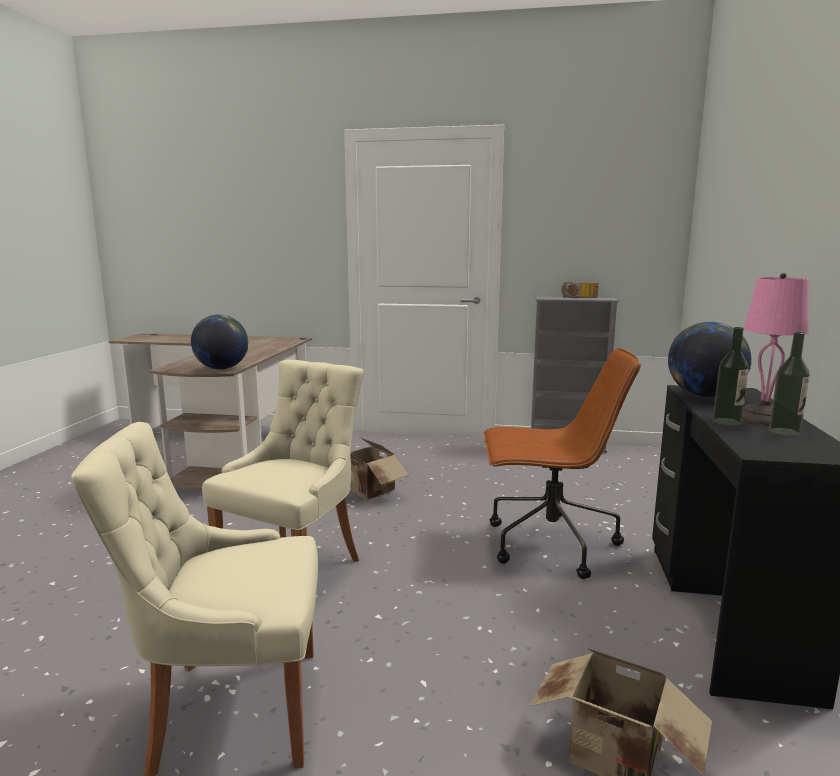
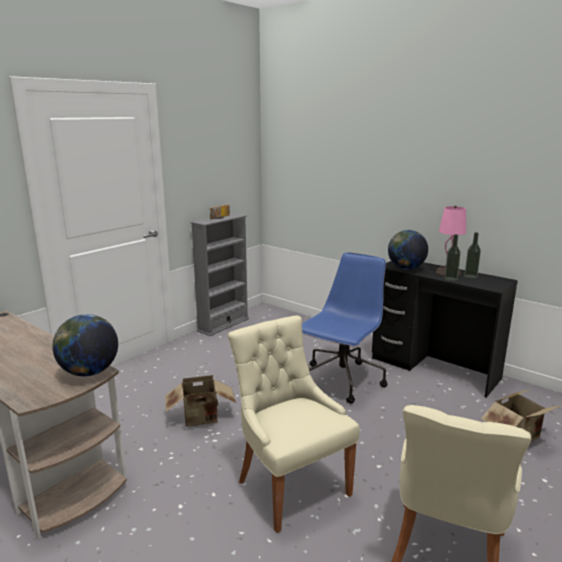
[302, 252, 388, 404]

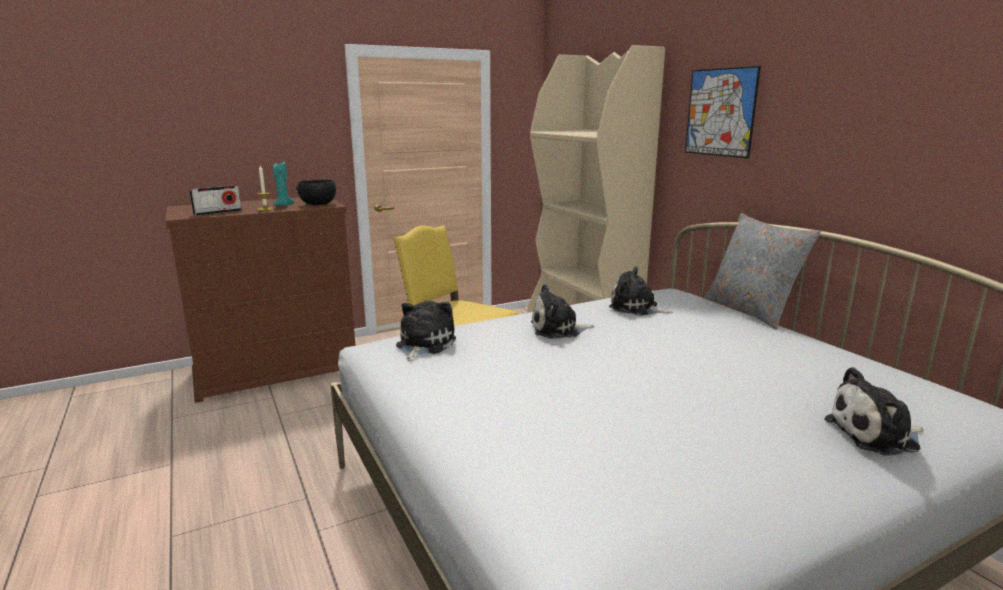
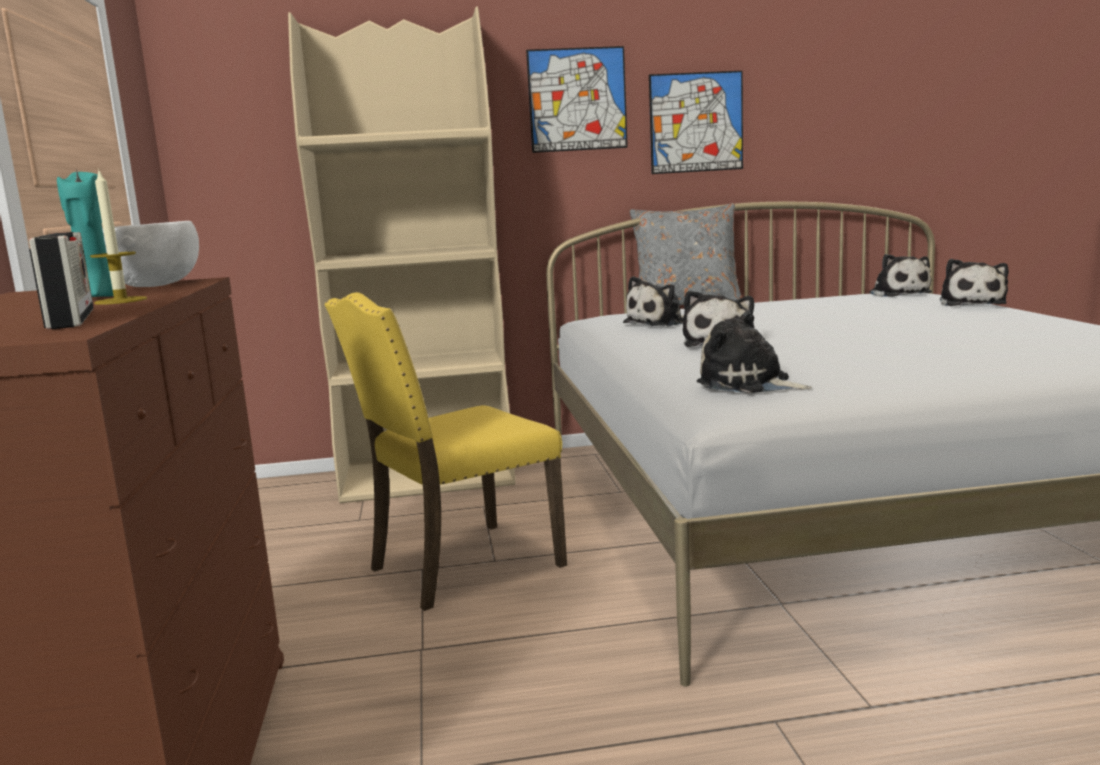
[102, 221, 199, 287]
[649, 71, 743, 174]
[869, 254, 932, 297]

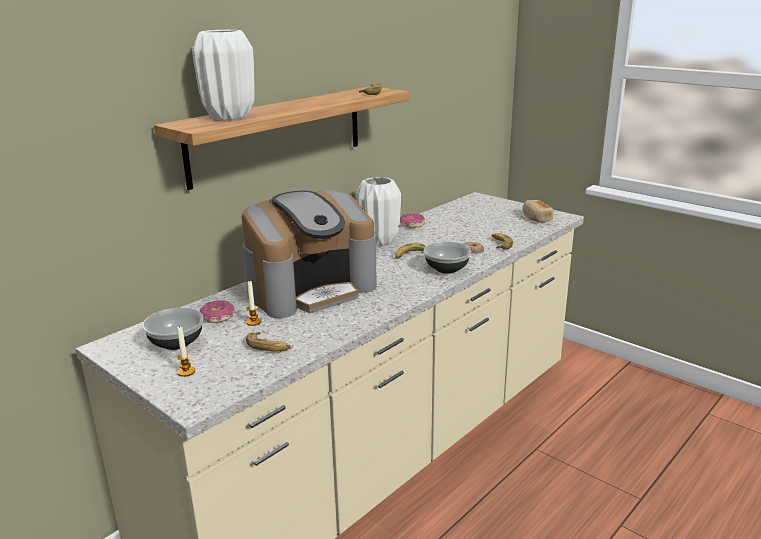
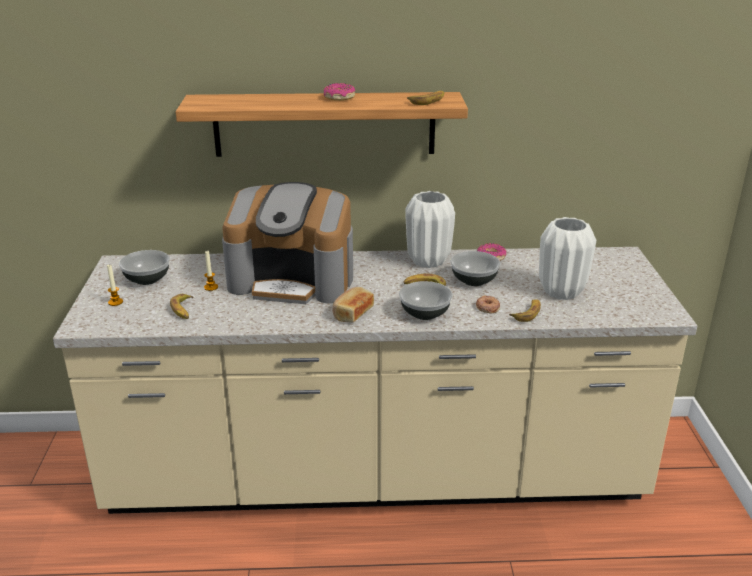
[324, 83, 355, 101]
[332, 287, 374, 323]
[450, 251, 500, 286]
[539, 217, 596, 300]

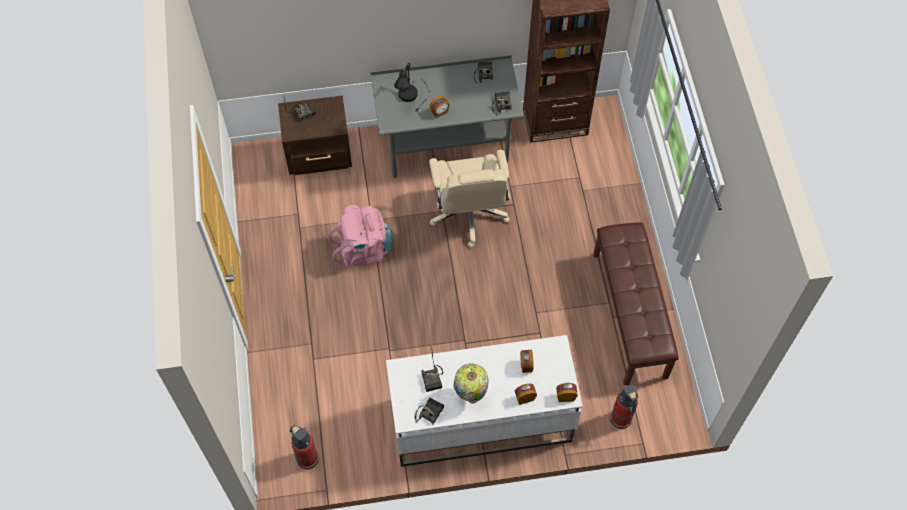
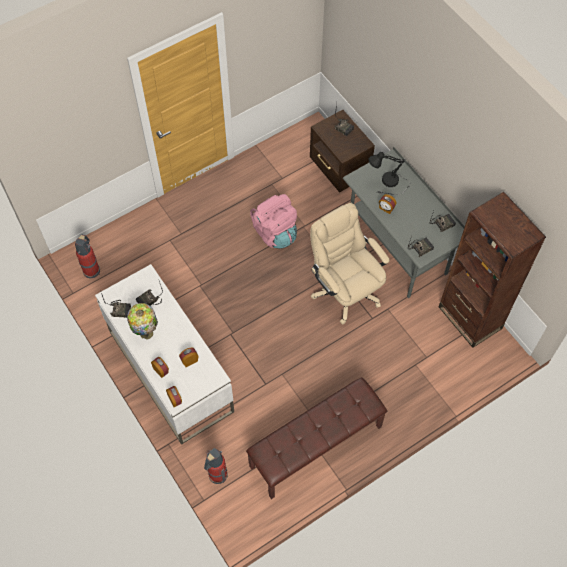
[310, 203, 390, 324]

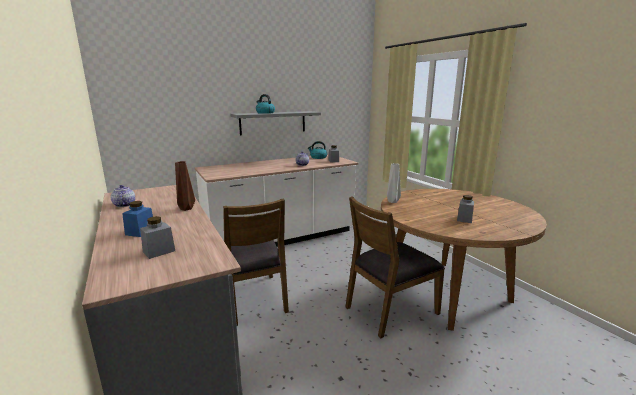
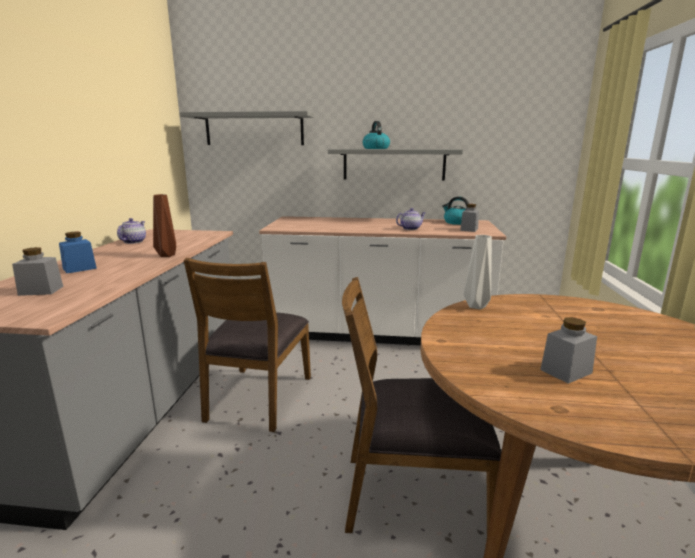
[179, 111, 314, 145]

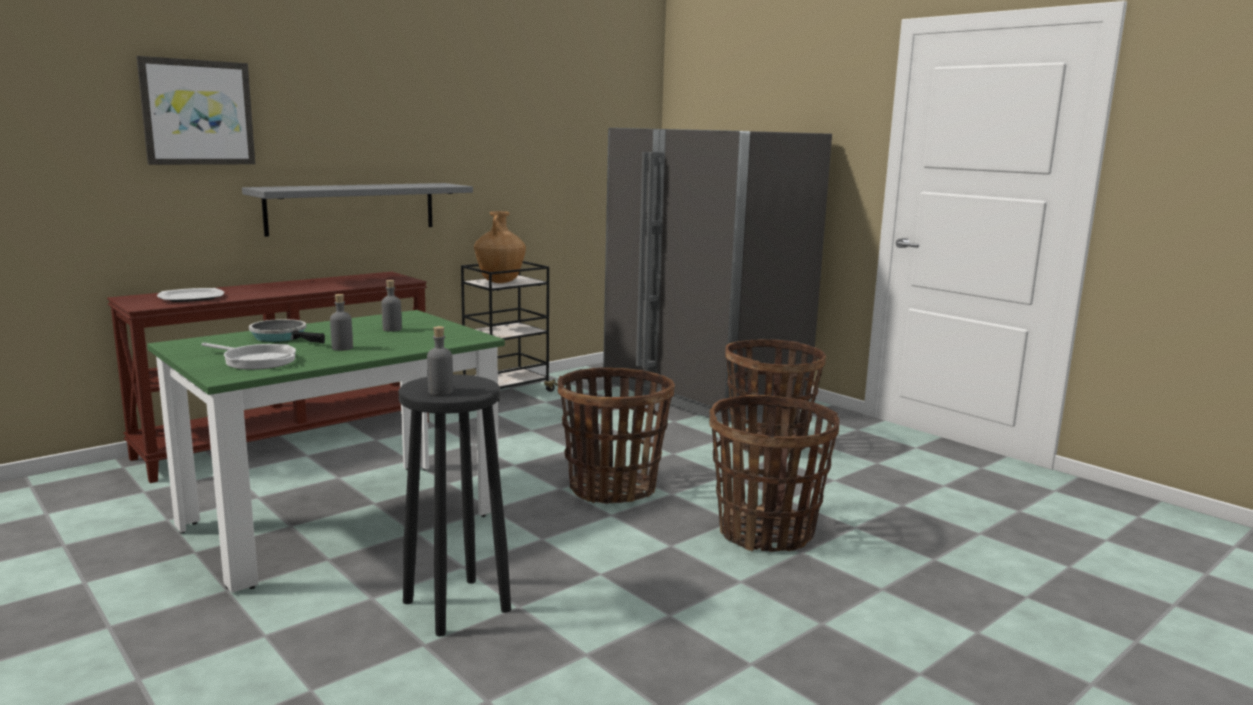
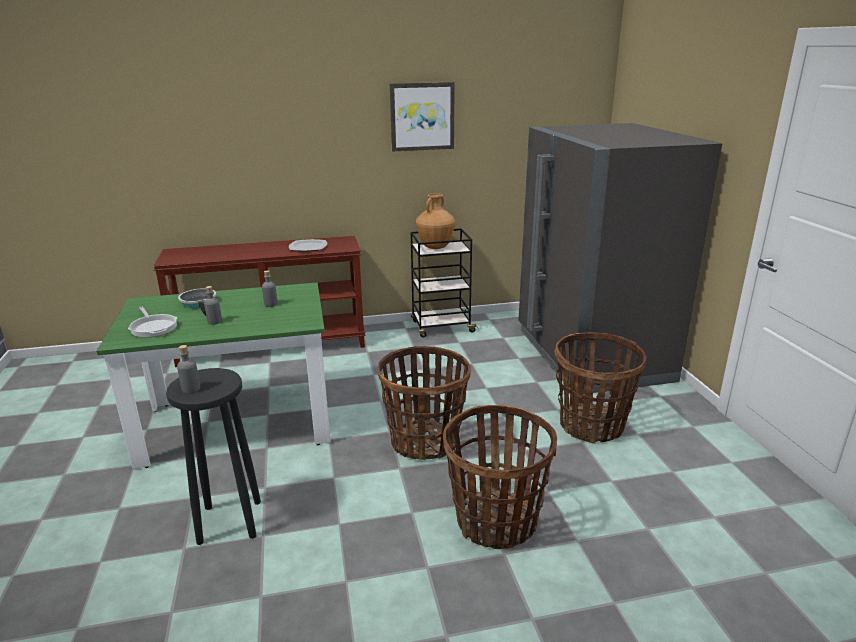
[289, 239, 327, 251]
[390, 82, 455, 152]
[242, 183, 473, 237] (first image)

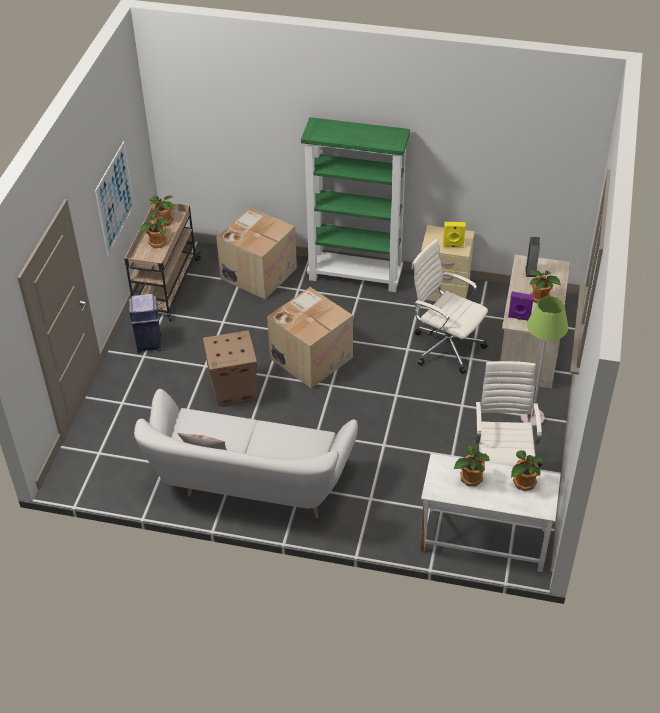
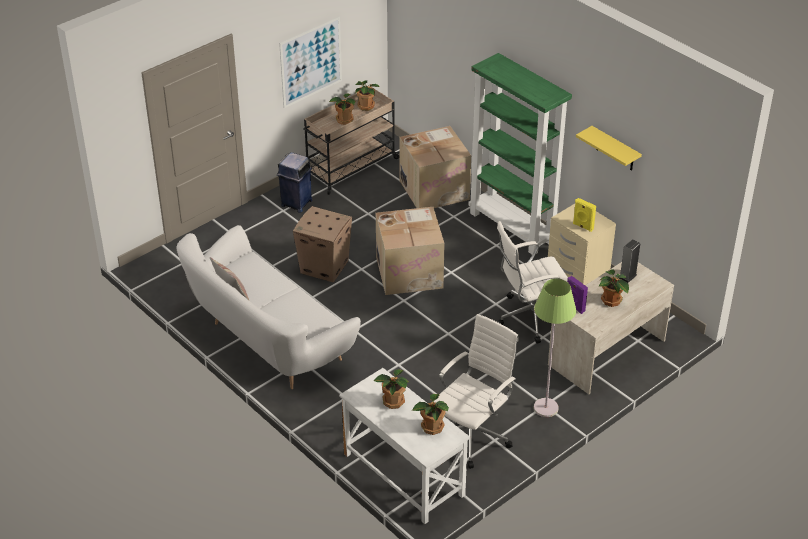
[497, 221, 568, 344]
[576, 126, 642, 171]

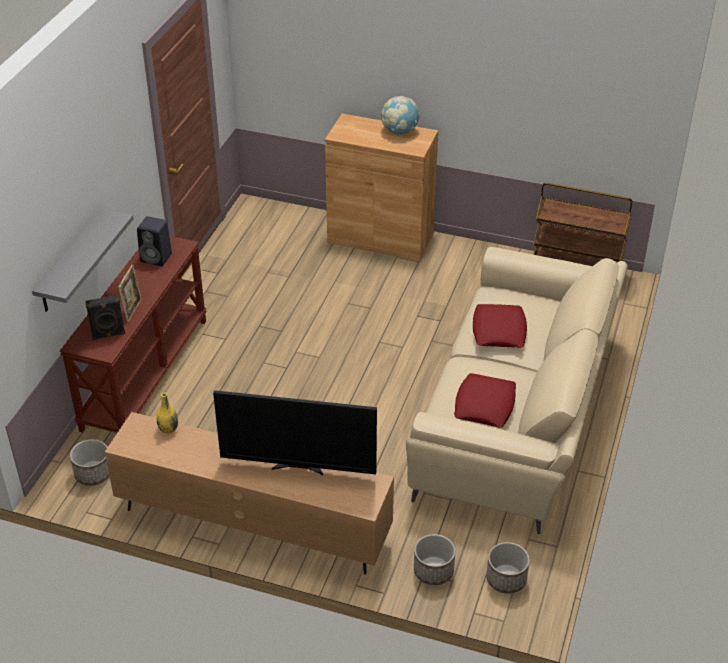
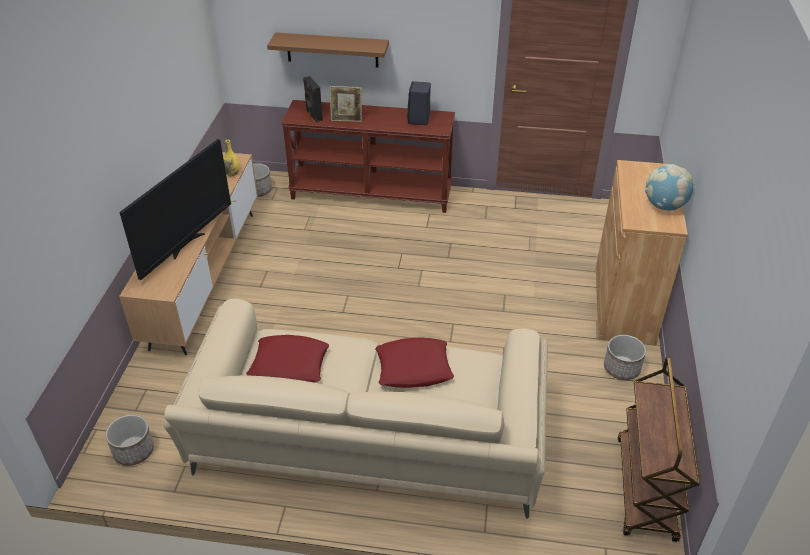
[119, 139, 231, 280]
[267, 33, 389, 68]
[604, 335, 646, 380]

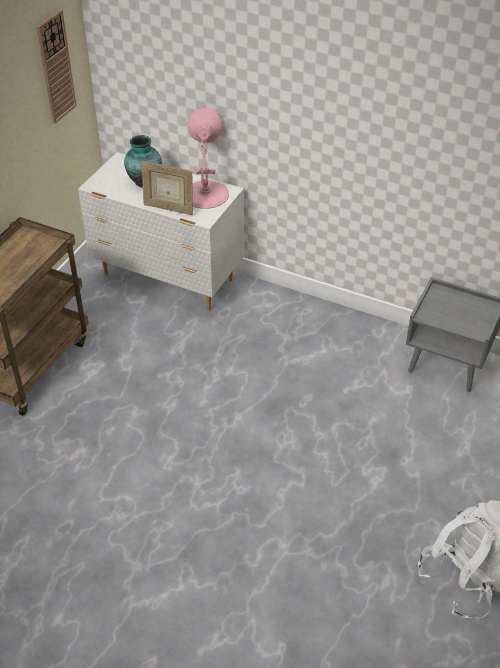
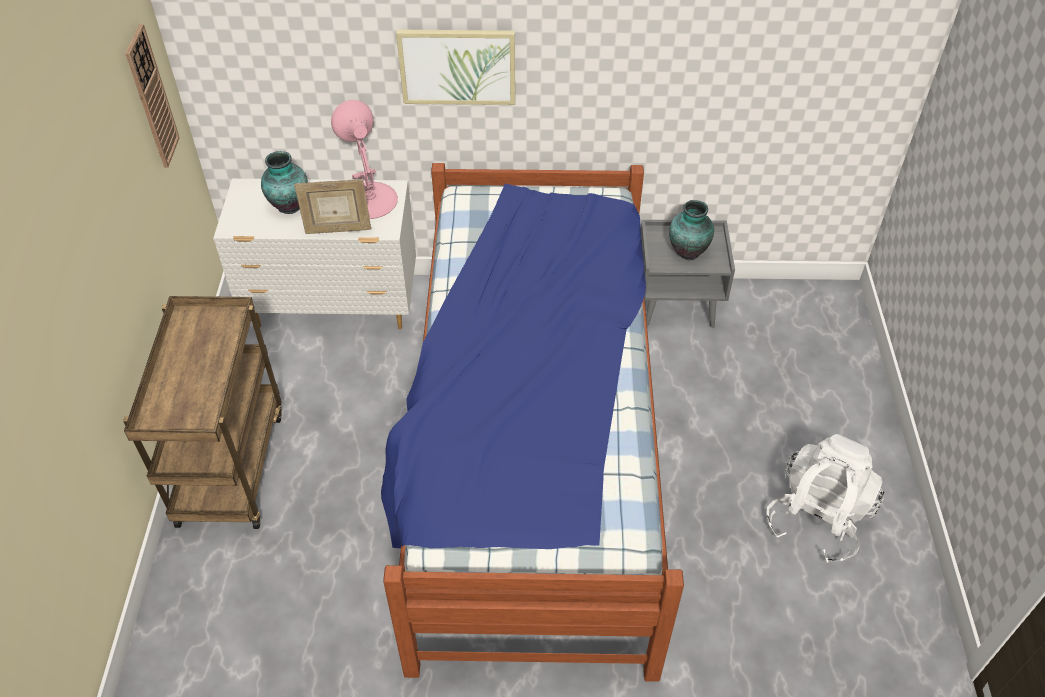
[381, 163, 684, 682]
[396, 29, 515, 105]
[669, 200, 714, 260]

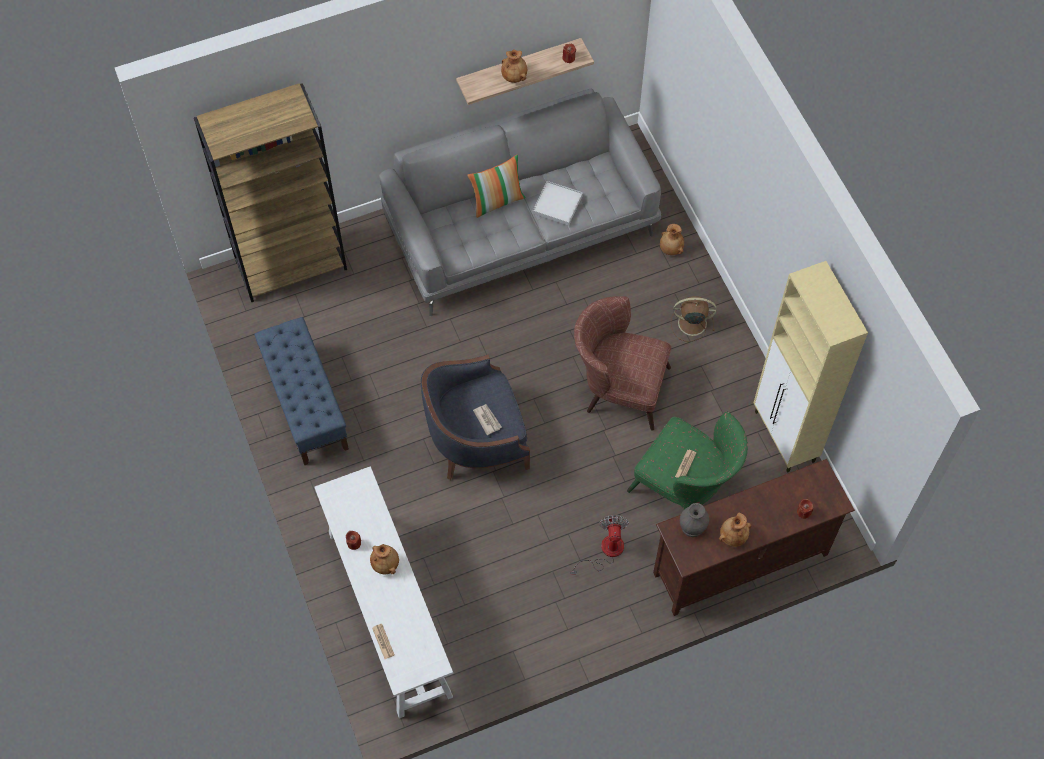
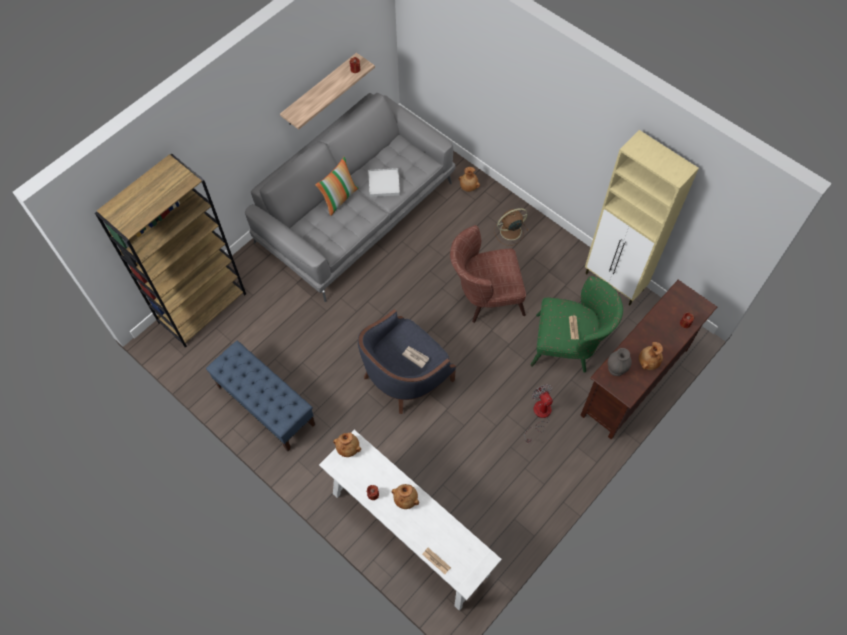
[333, 432, 361, 457]

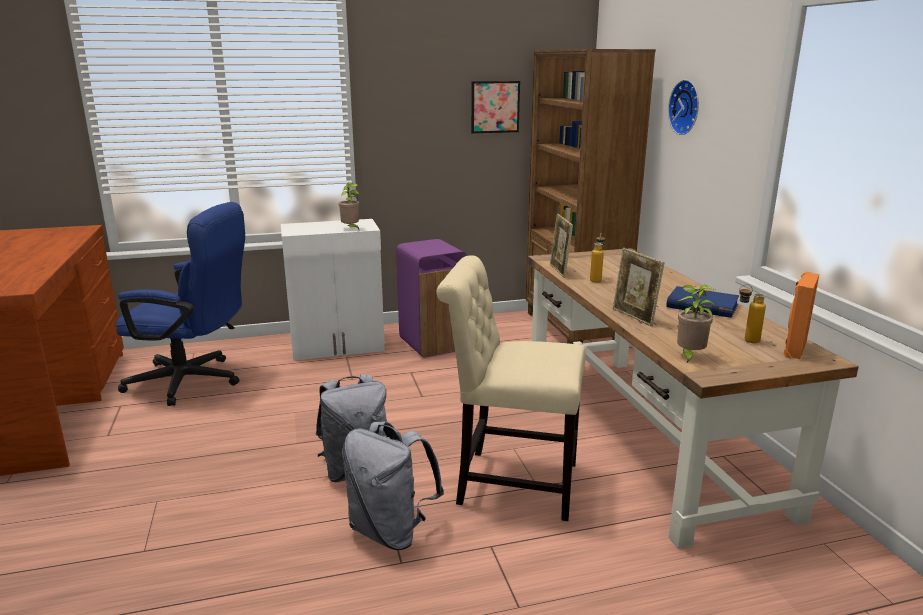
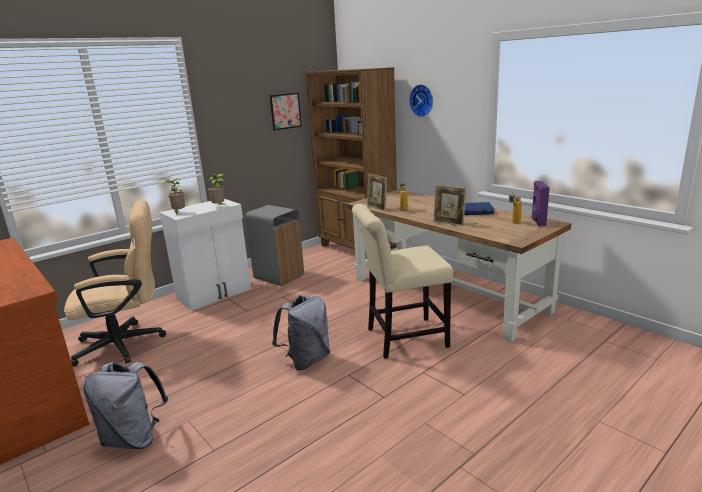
[64, 200, 166, 367]
[83, 362, 168, 449]
[165, 179, 185, 215]
[245, 205, 304, 286]
[531, 181, 550, 227]

